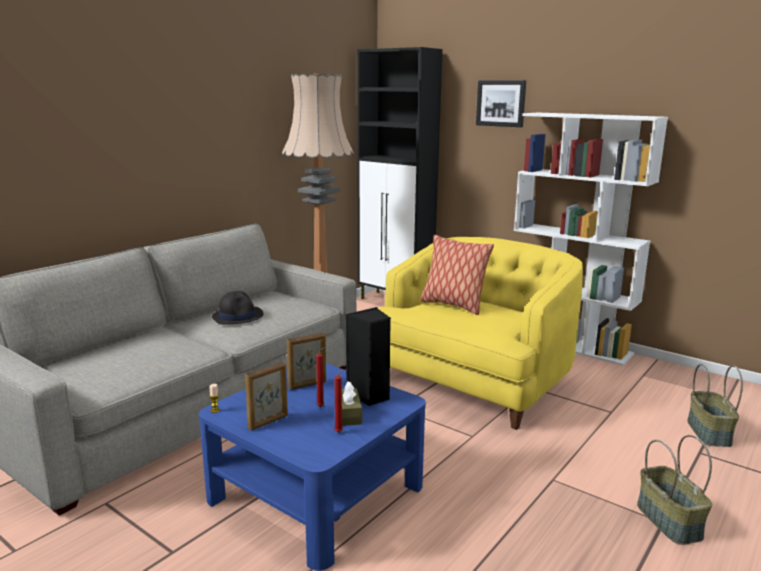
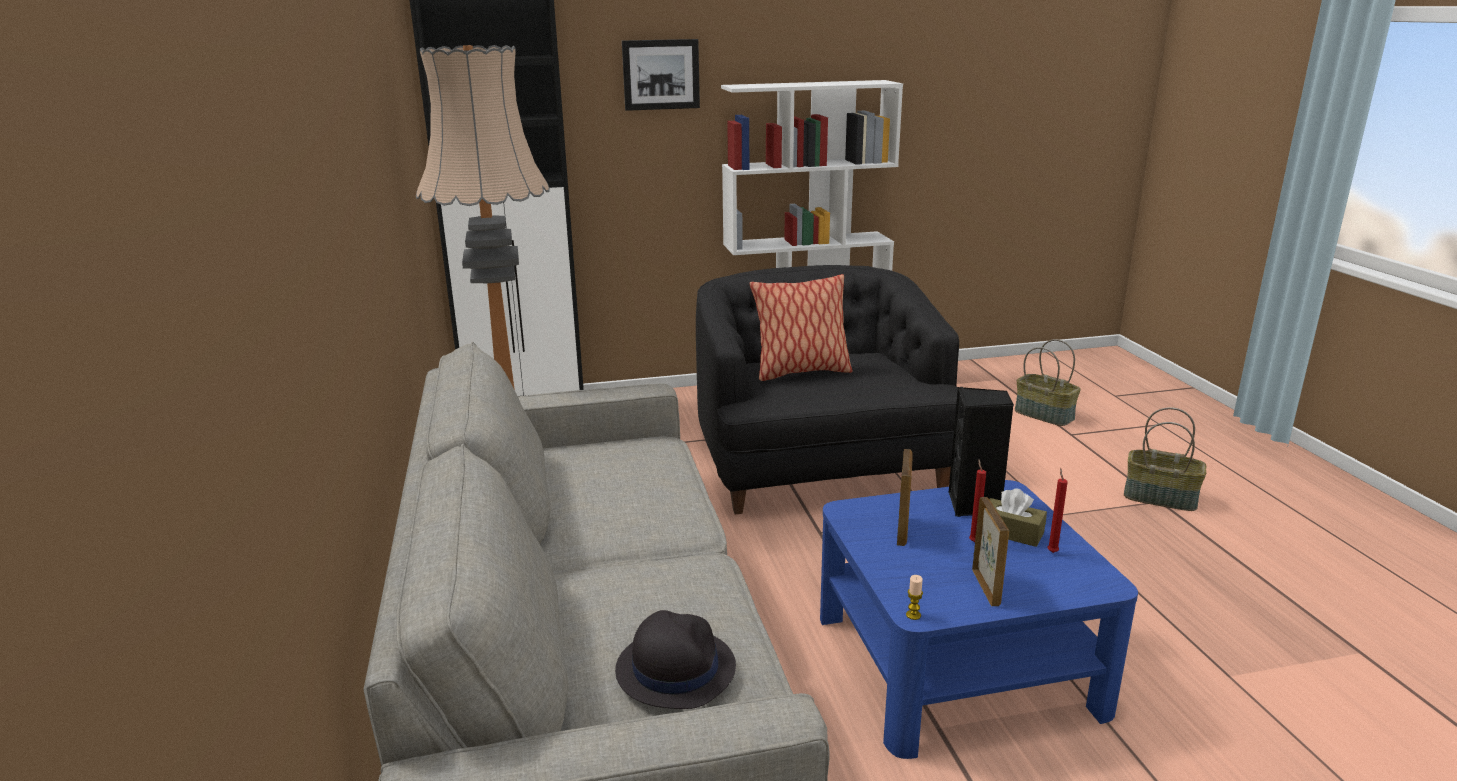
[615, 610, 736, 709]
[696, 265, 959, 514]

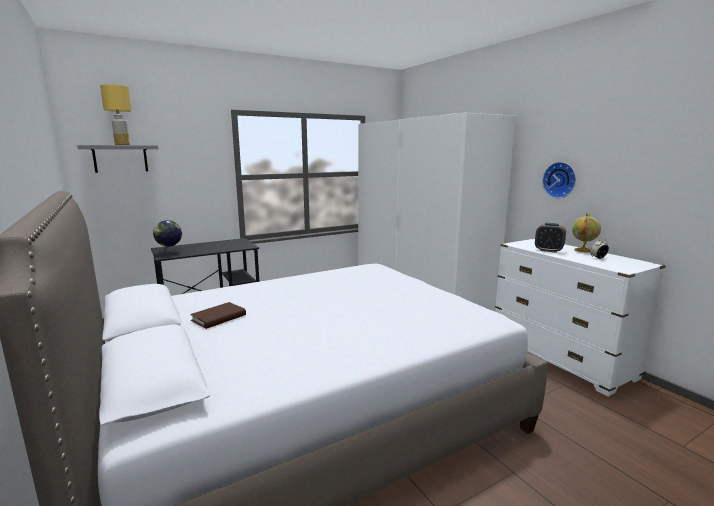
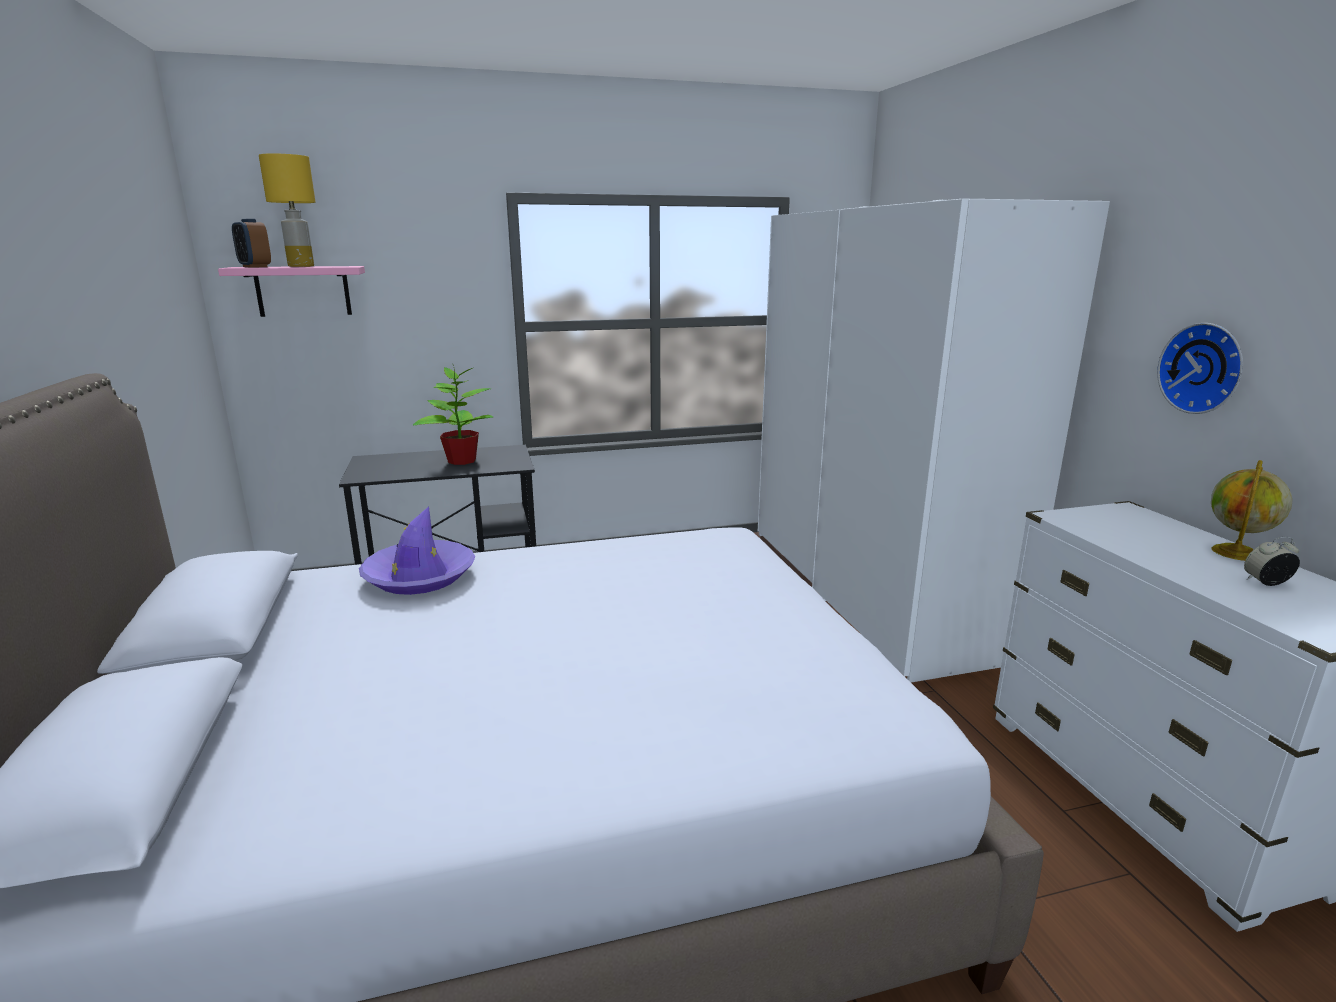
[218, 266, 365, 317]
[232, 219, 271, 268]
[359, 506, 475, 595]
[413, 363, 493, 465]
[153, 220, 182, 255] (first image)
[190, 302, 246, 329] (first image)

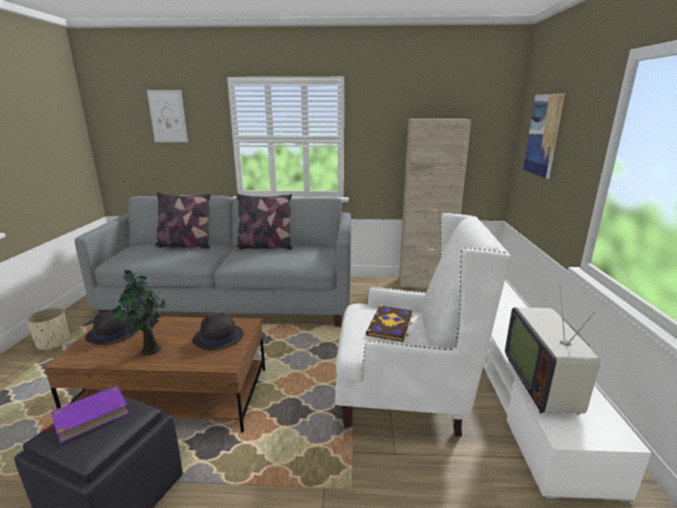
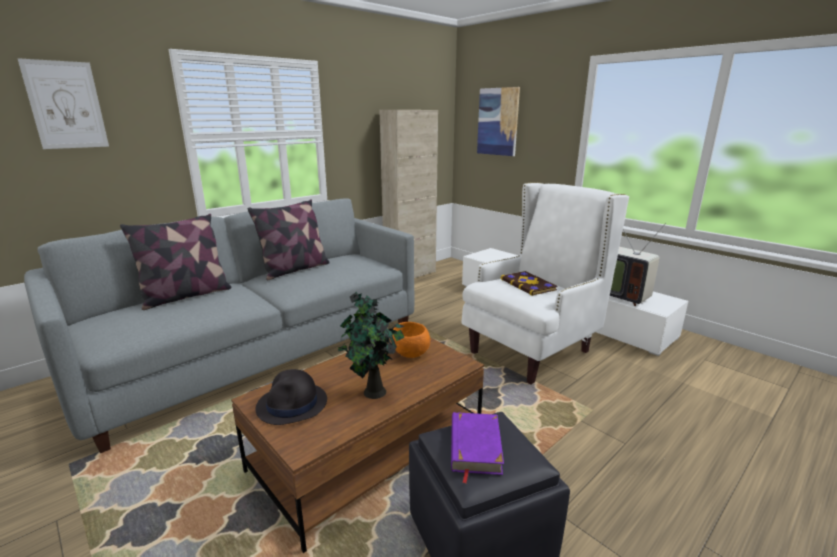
[393, 322, 430, 358]
[26, 308, 70, 350] (first image)

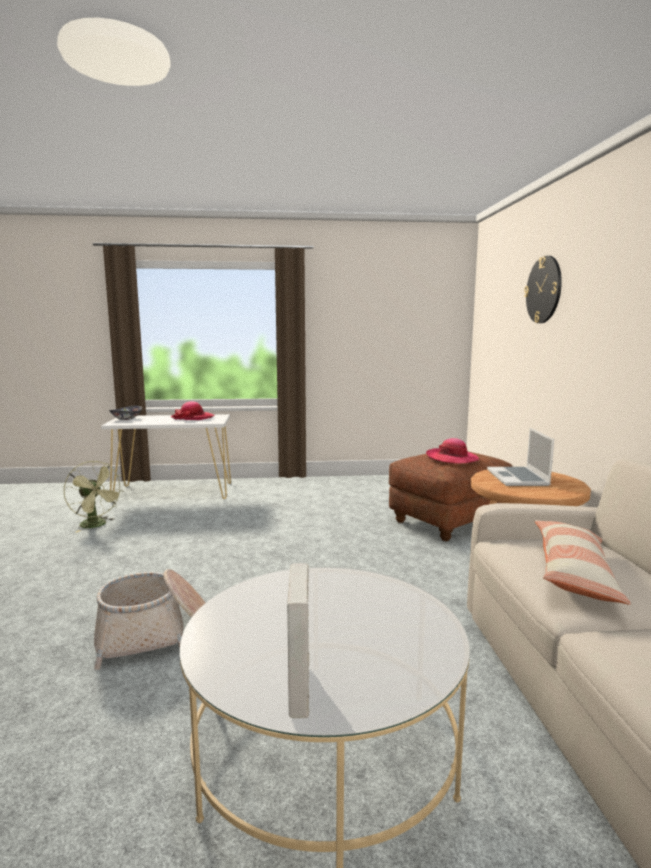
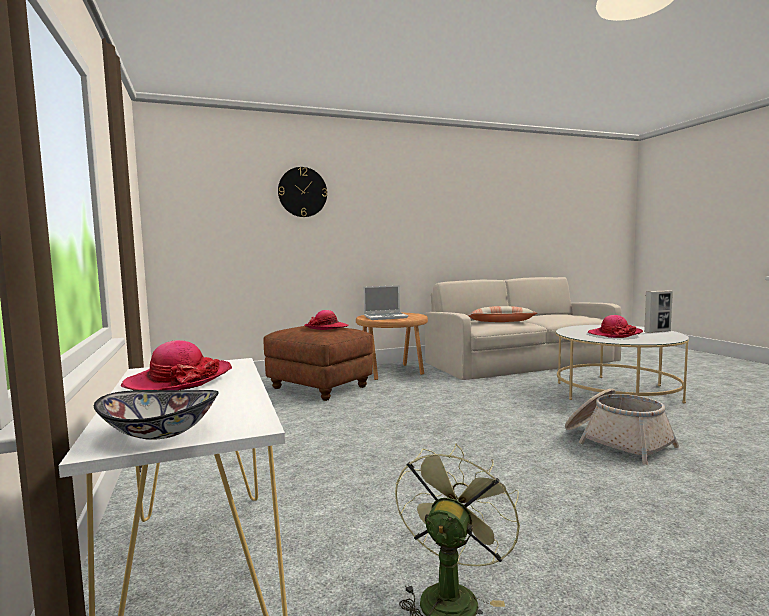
[588, 315, 643, 338]

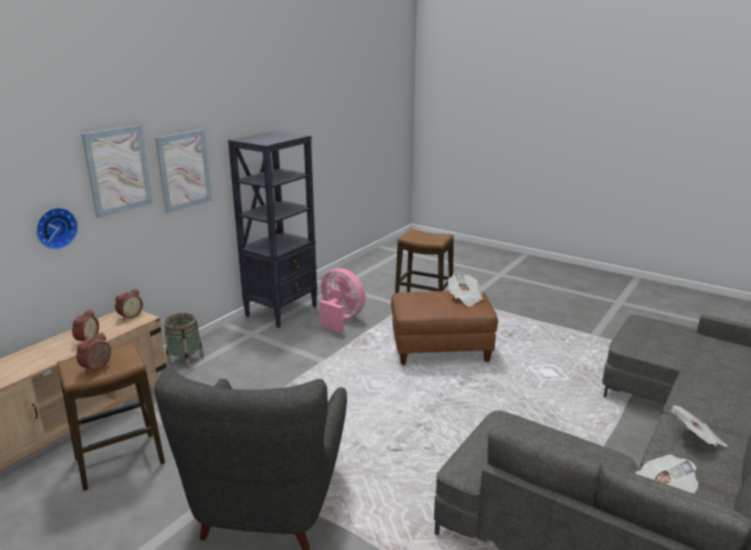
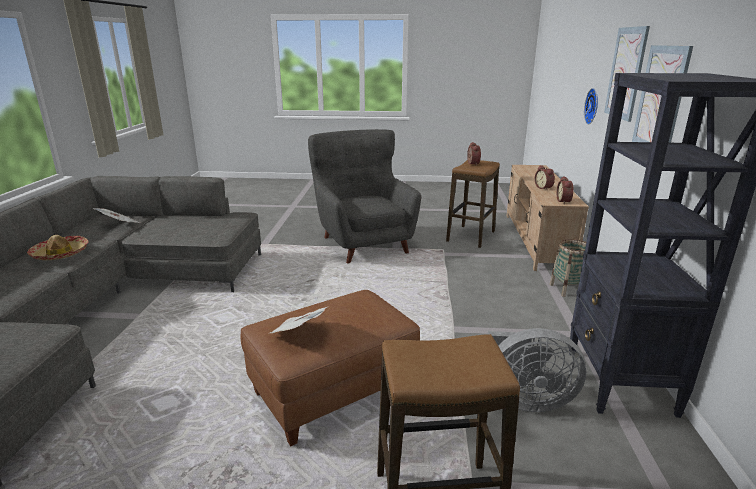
[27, 235, 89, 260]
[488, 328, 586, 412]

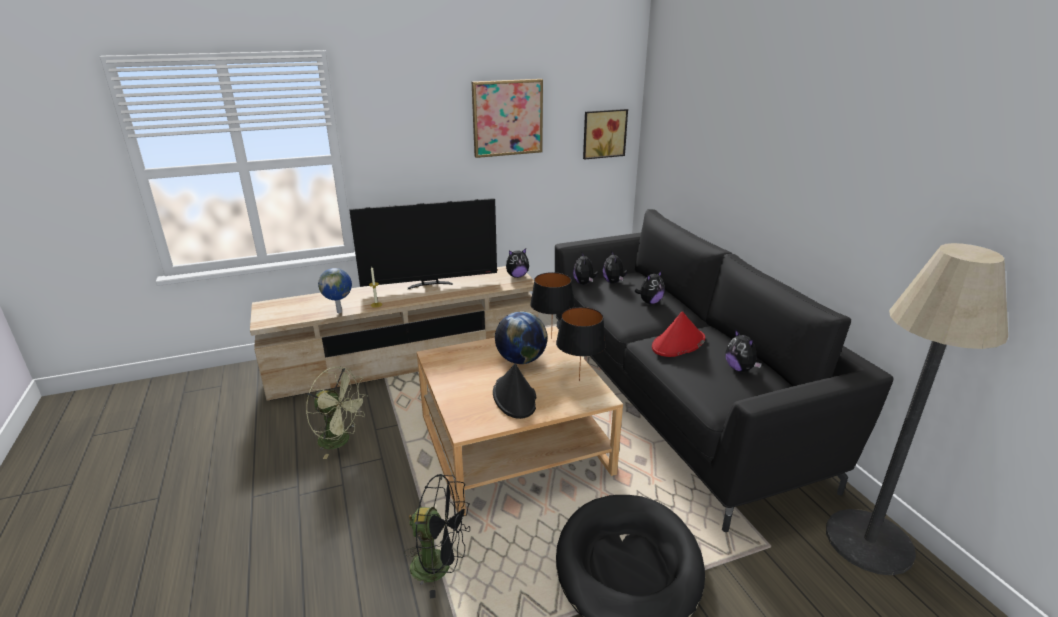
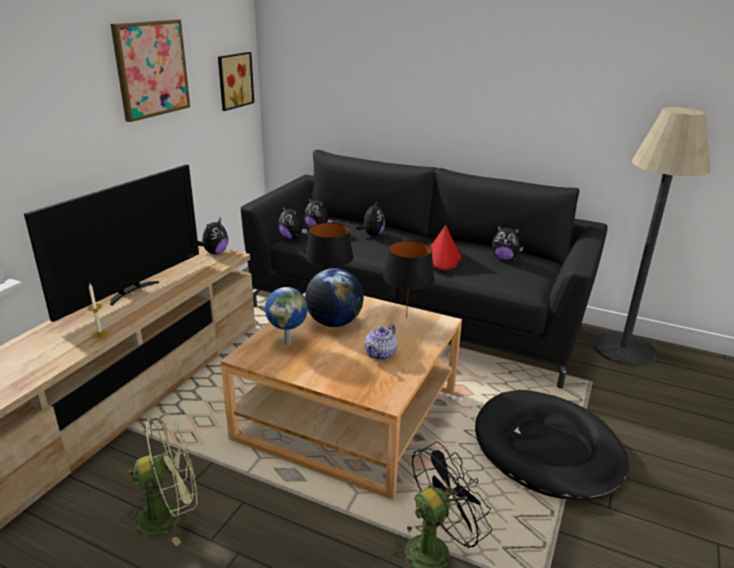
[265, 287, 308, 345]
[365, 324, 397, 360]

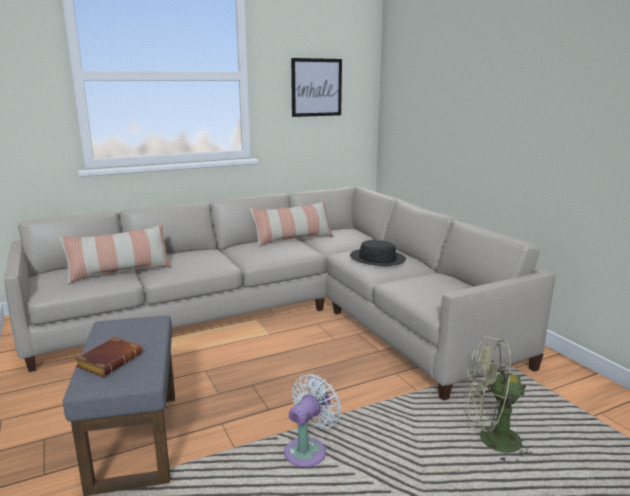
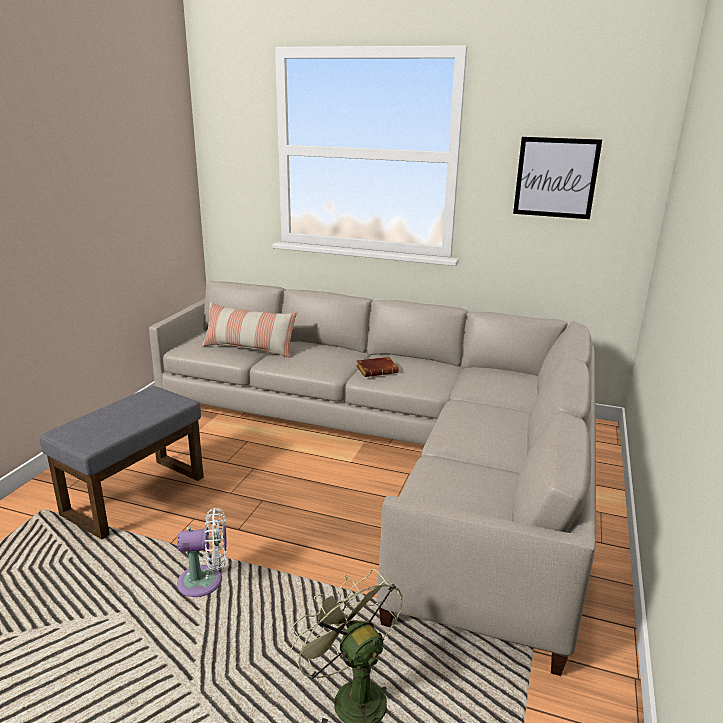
[356, 357, 398, 377]
[249, 201, 334, 248] (first image)
[350, 240, 406, 266] (first image)

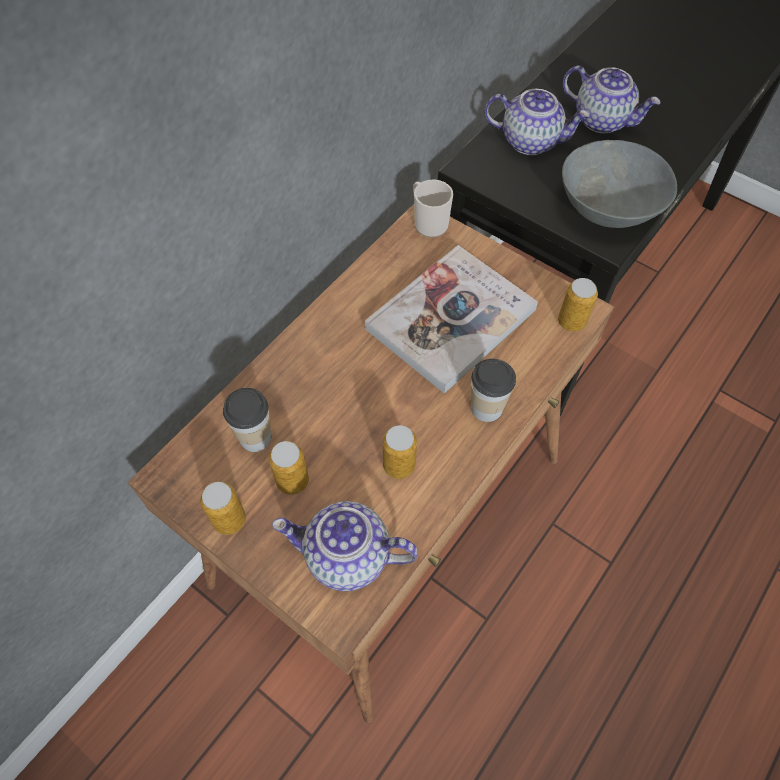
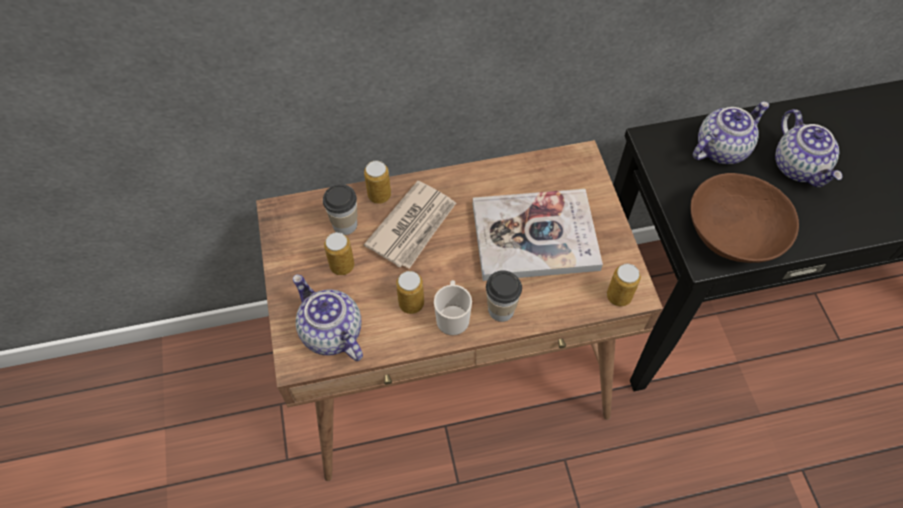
[364, 161, 391, 204]
[364, 181, 456, 269]
[434, 280, 472, 335]
[691, 173, 799, 263]
[693, 101, 769, 164]

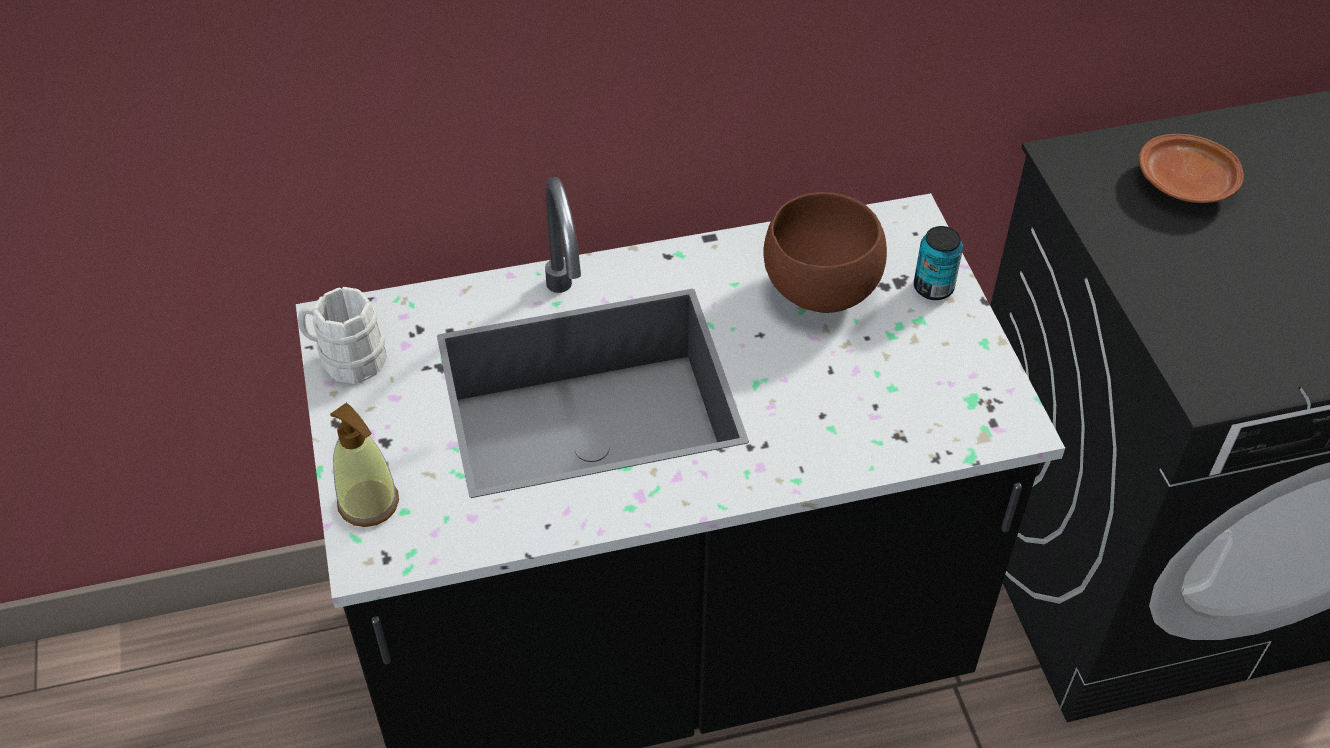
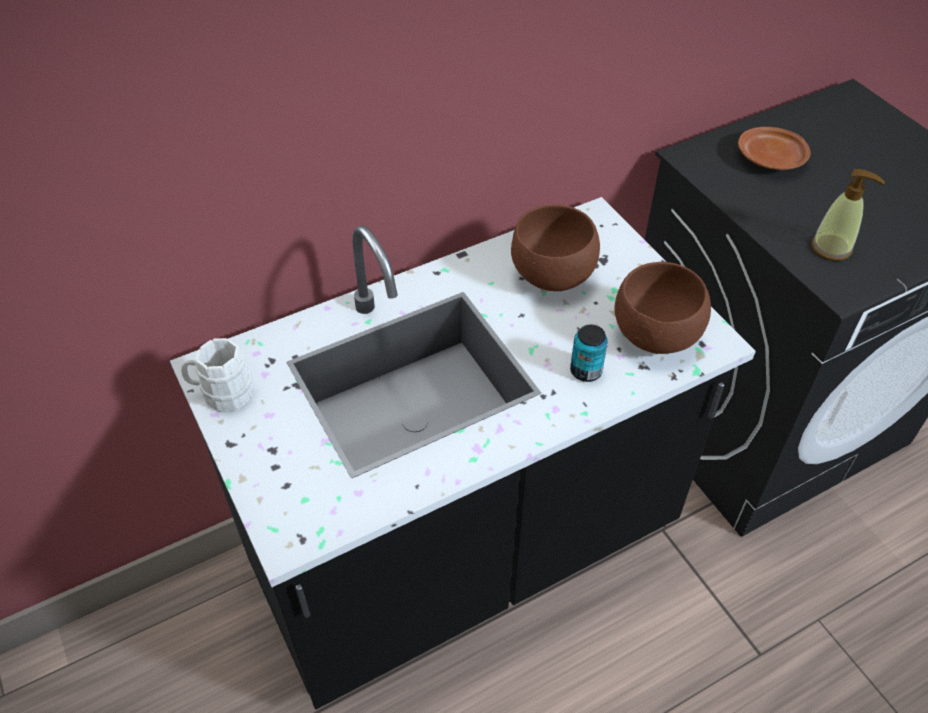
[570, 325, 608, 382]
[615, 262, 711, 354]
[812, 169, 885, 261]

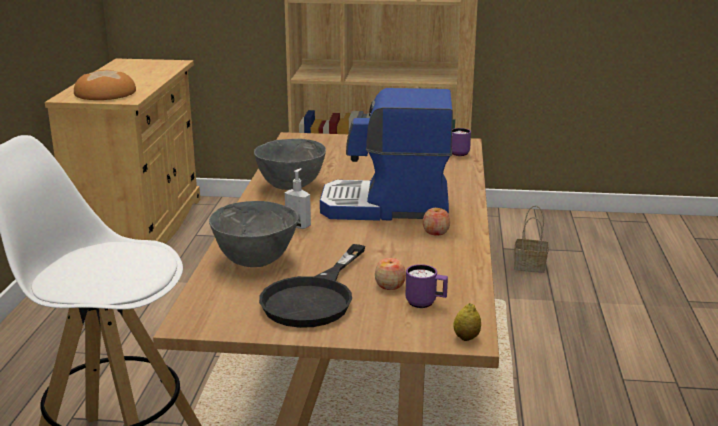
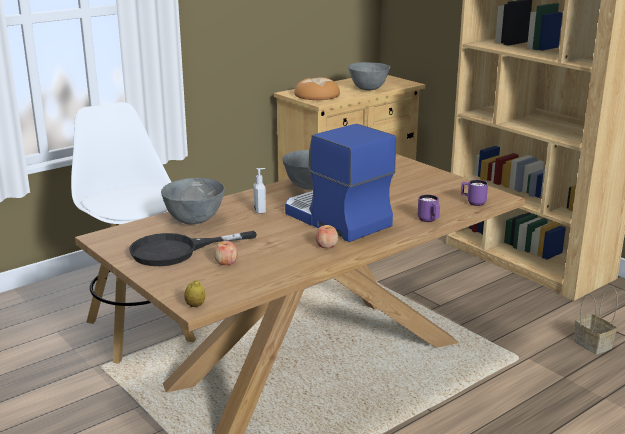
[348, 62, 390, 91]
[418, 194, 440, 222]

